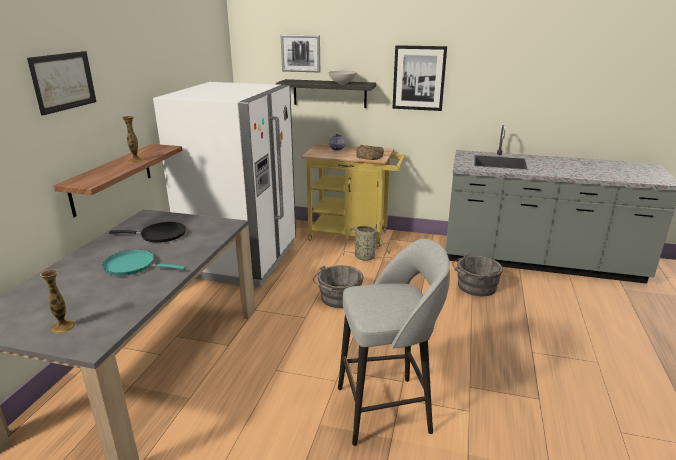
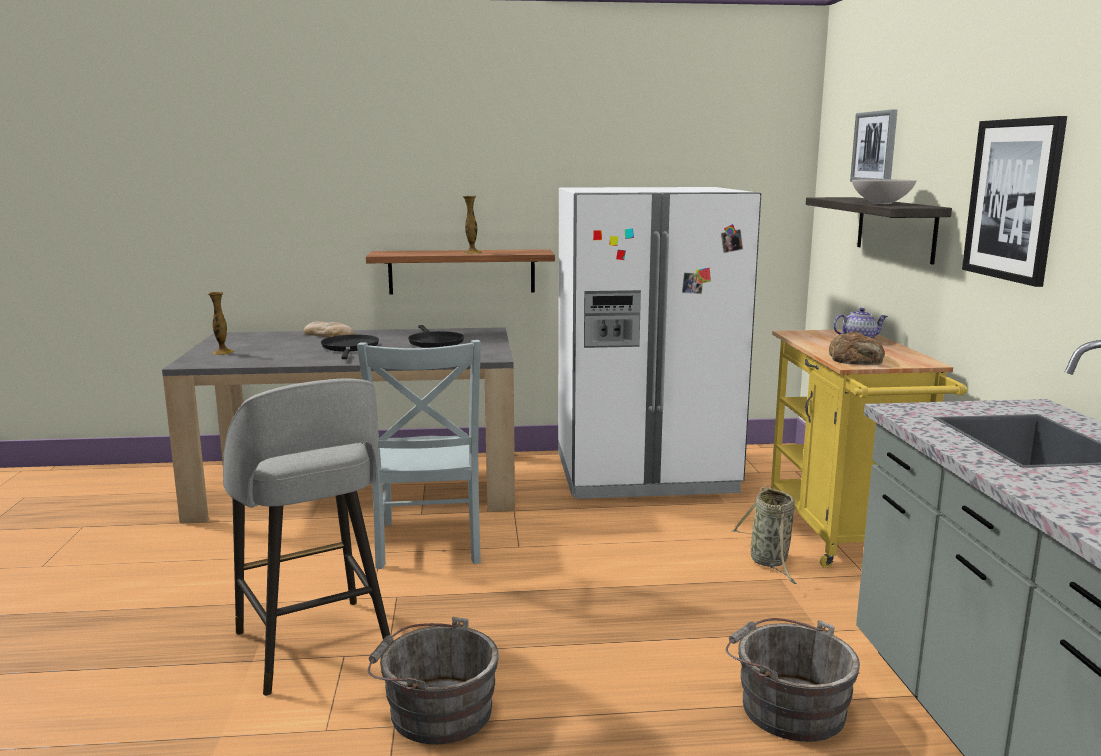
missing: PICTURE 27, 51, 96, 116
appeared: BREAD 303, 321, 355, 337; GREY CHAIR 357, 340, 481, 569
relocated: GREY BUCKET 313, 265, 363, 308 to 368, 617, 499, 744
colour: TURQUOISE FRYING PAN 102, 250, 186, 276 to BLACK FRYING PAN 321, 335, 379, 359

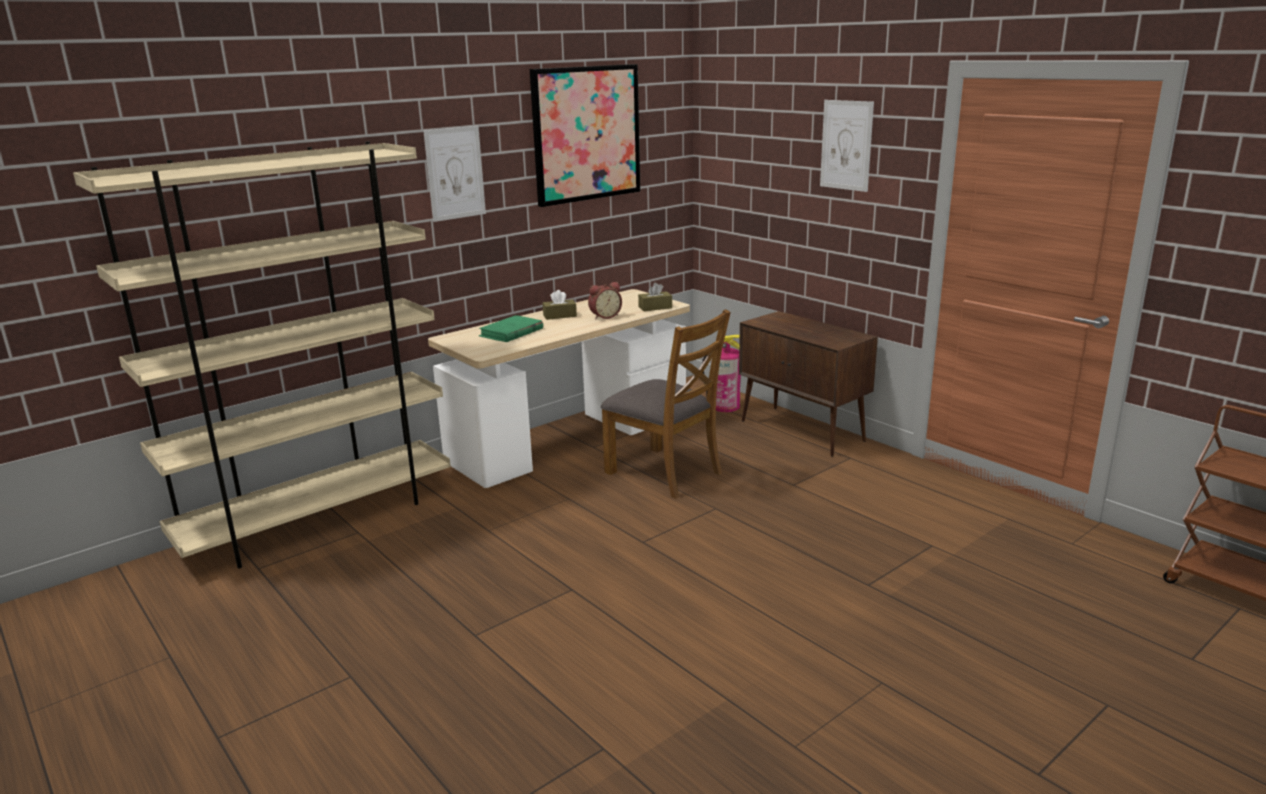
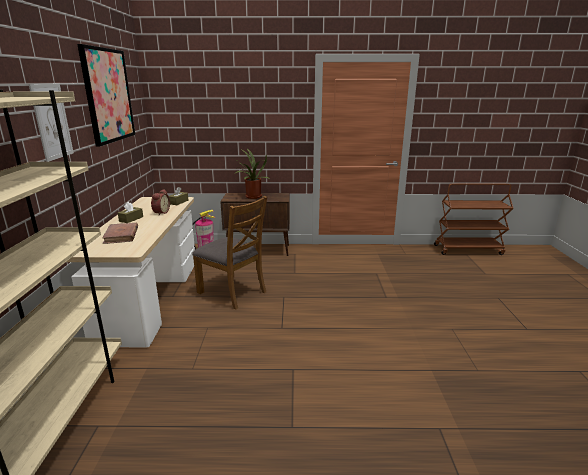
missing: PICTURE 820, 100, 874, 192
appeared: POTTED PLANT 234, 149, 270, 199
colour: GREEN BOOK 479, 315, 543, 342 to BROWN BOOK 102, 223, 138, 244
spun: BROWN CHAIR 601, 309, 731, 499 = 192, 196, 267, 310 45 degrees clockwise

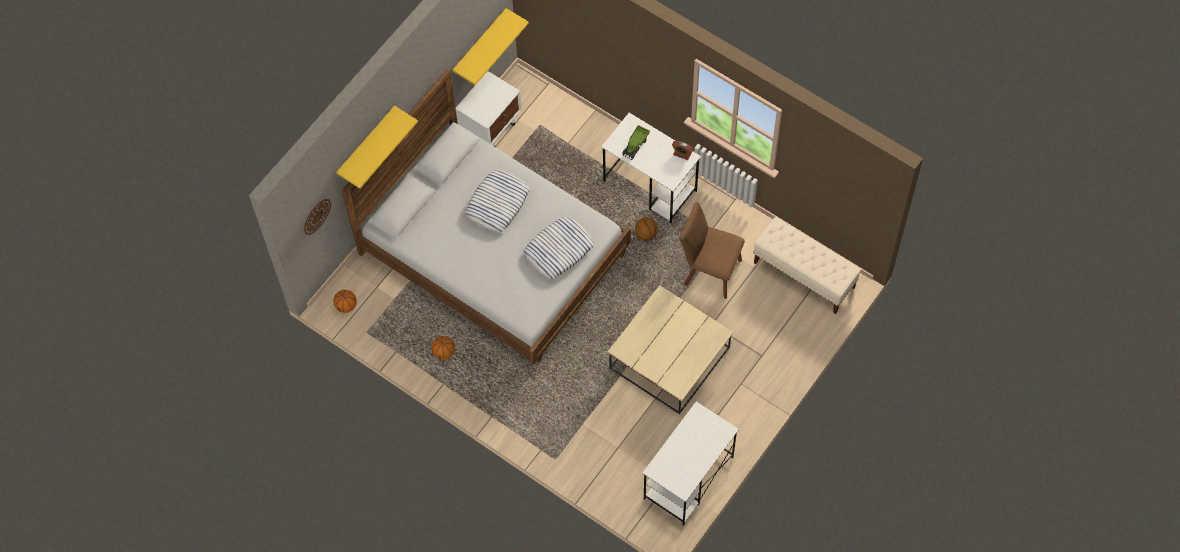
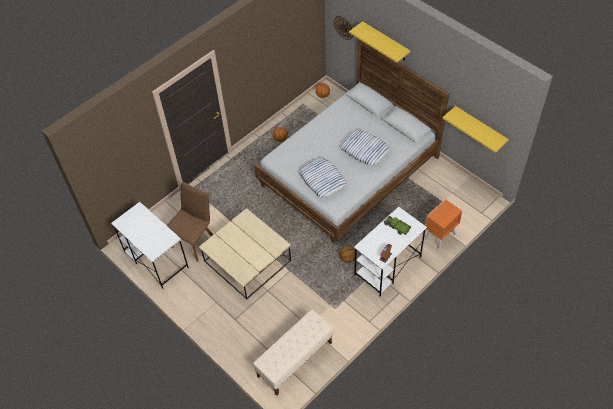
missing: WHITE NIGHTSTAND 456, 71, 522, 147
appeared: ORANGE NIGHTSTAND 425, 199, 462, 250
relocated: BROWN CHAIR 679, 202, 745, 299 to 167, 182, 213, 262

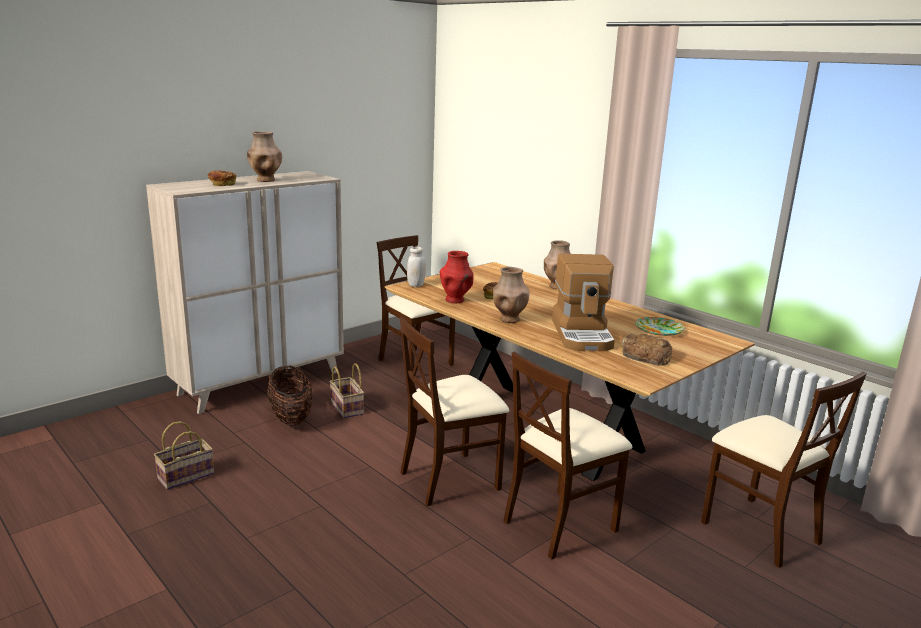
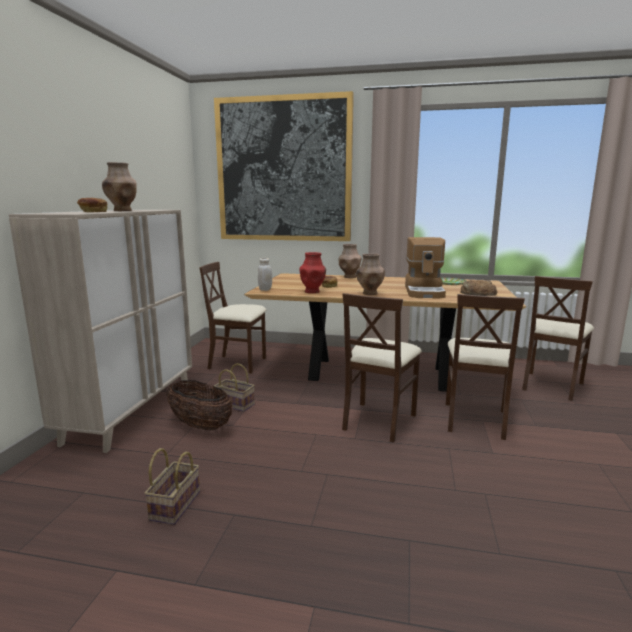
appeared: PICTURE 214, 91, 354, 241
spun: COFFEE MACHINE 552, 254, 615, 351 = 405, 237, 446, 299 45 degrees clockwise; BEIGE CHAIR 701, 372, 867, 568 = 522, 276, 594, 401 105 degrees clockwise

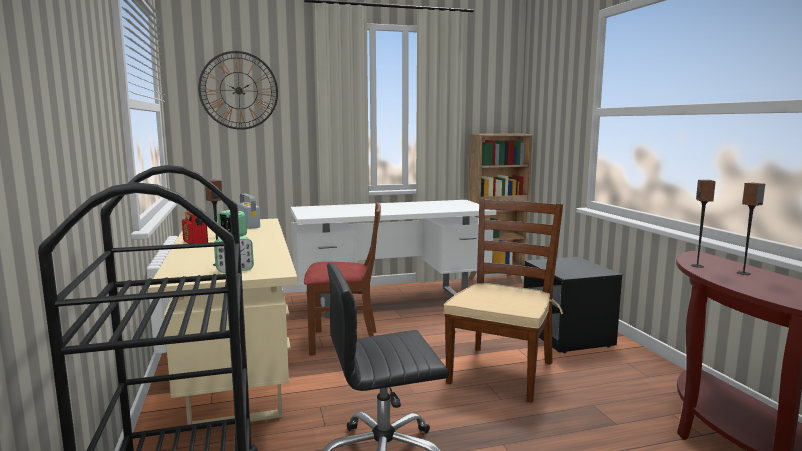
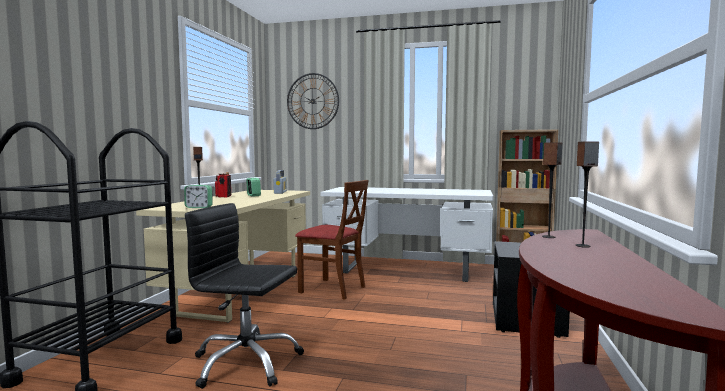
missing: BROWN CHAIR 444, 199, 563, 403

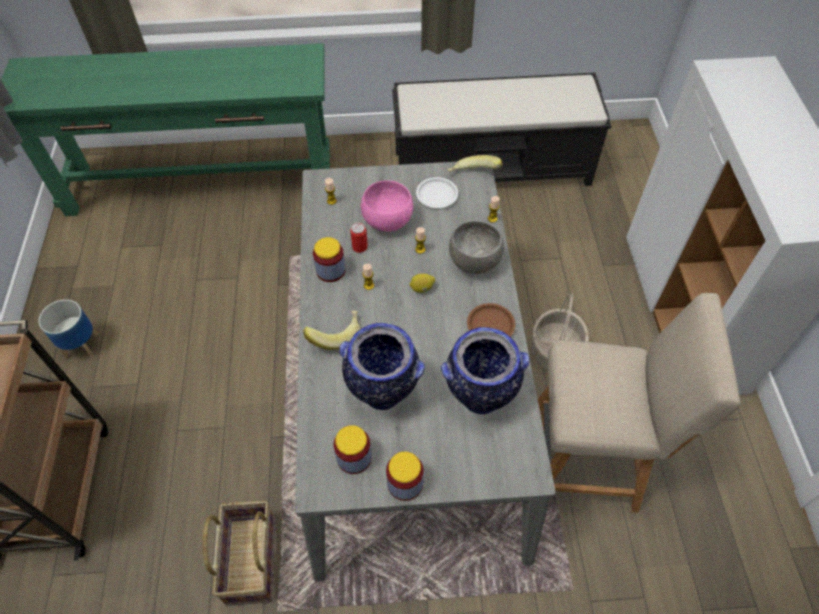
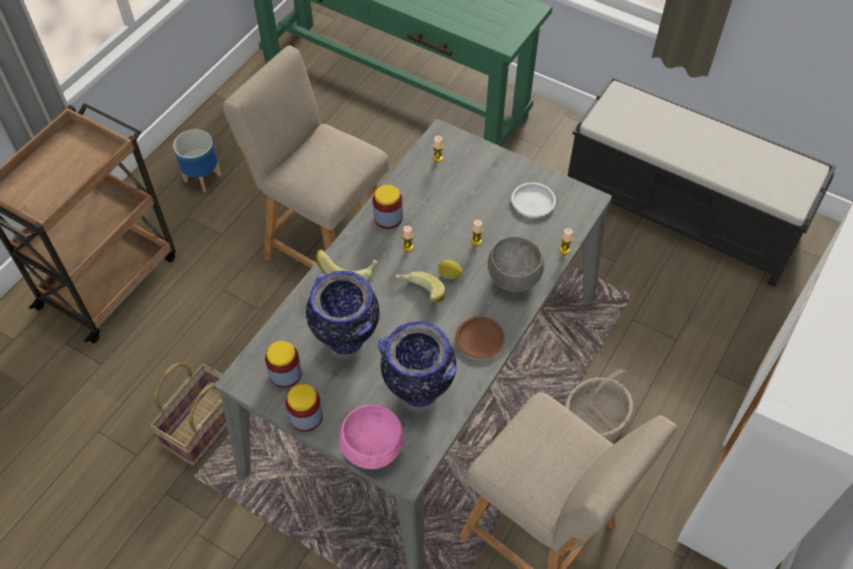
missing: CAN 350, 223, 368, 253
appeared: BEIGE CHAIR 222, 46, 389, 268
relocated: PINK BOWL 361, 180, 413, 232 to 339, 404, 404, 469; BANANA 447, 155, 503, 172 to 396, 271, 445, 303

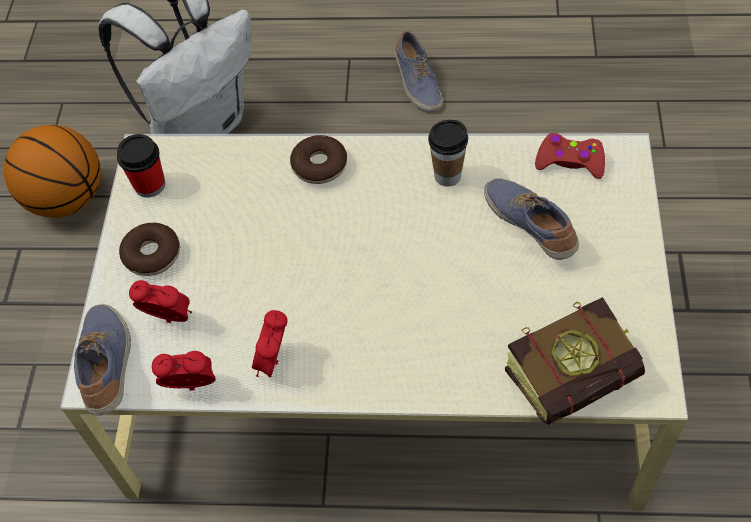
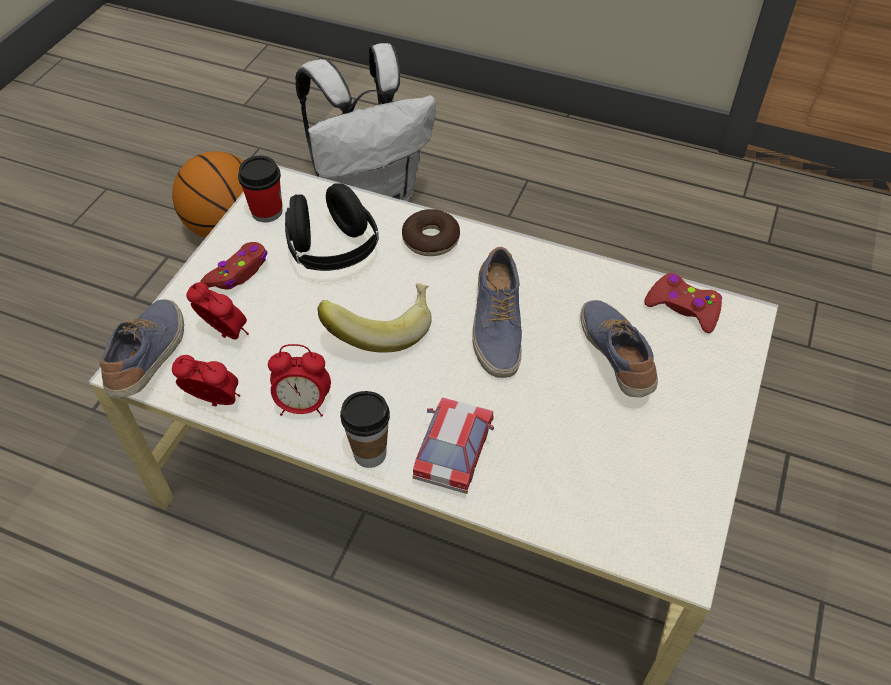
missing: BOOK 505, 297, 645, 425
appeared: BLACK HEADPHONES 285, 183, 379, 271; BANANA 317, 283, 432, 353; TOY CAR 413, 397, 494, 494
relocated: SHOE 394, 30, 443, 113 to 472, 247, 522, 378; CUP 428, 120, 468, 187 to 340, 391, 390, 468
exchanged: DONUT 119, 223, 180, 276 to RED GAME CONTROLLER 200, 242, 267, 290
spun: ALARM CLOCK 252, 310, 287, 377 = 268, 344, 331, 417 120 degrees counterclockwise

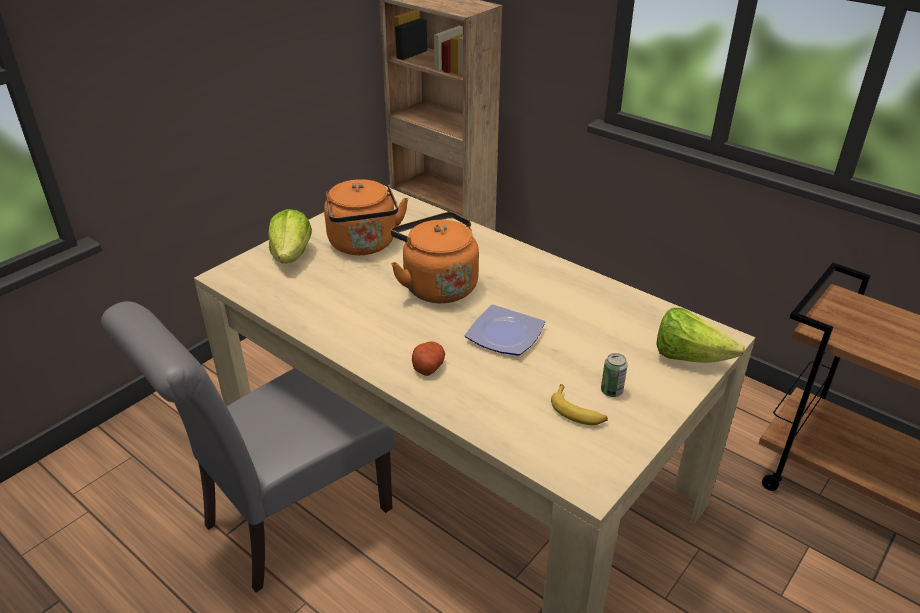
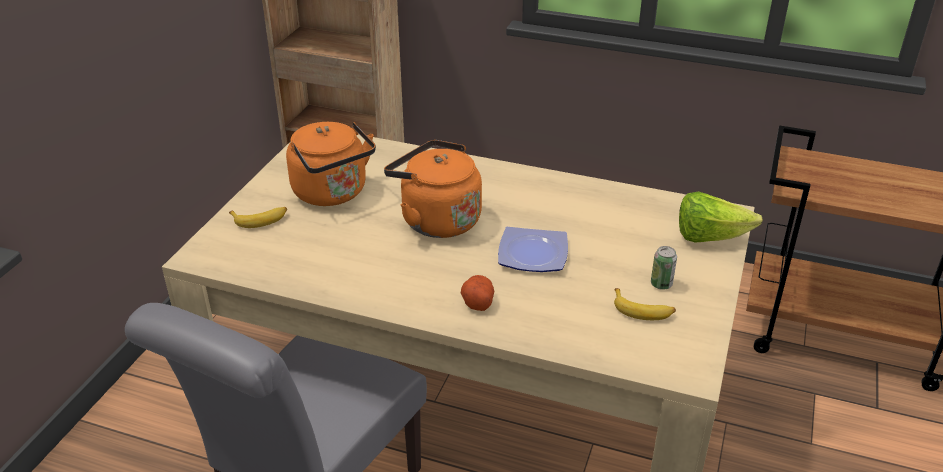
exchanged: LETTUCE 268, 209, 312, 263 to BANANA 229, 207, 287, 228

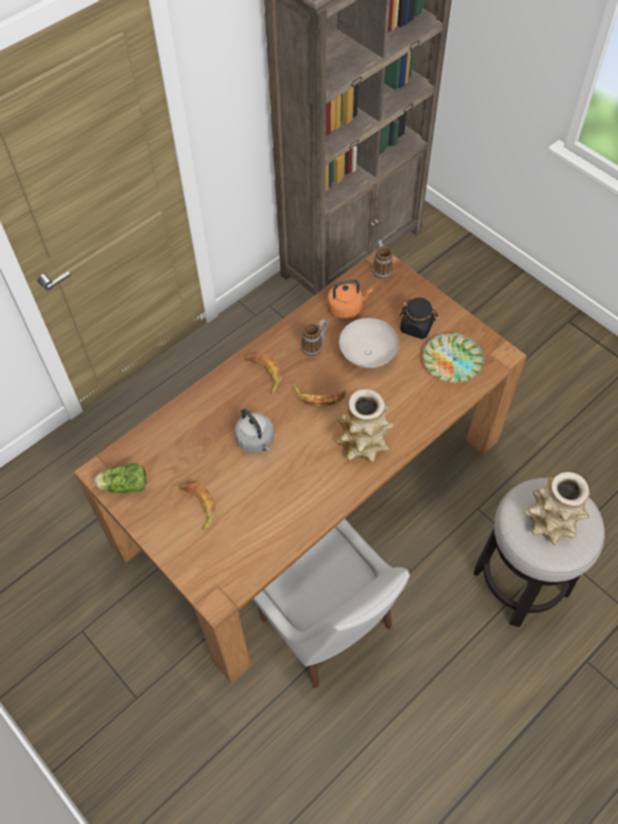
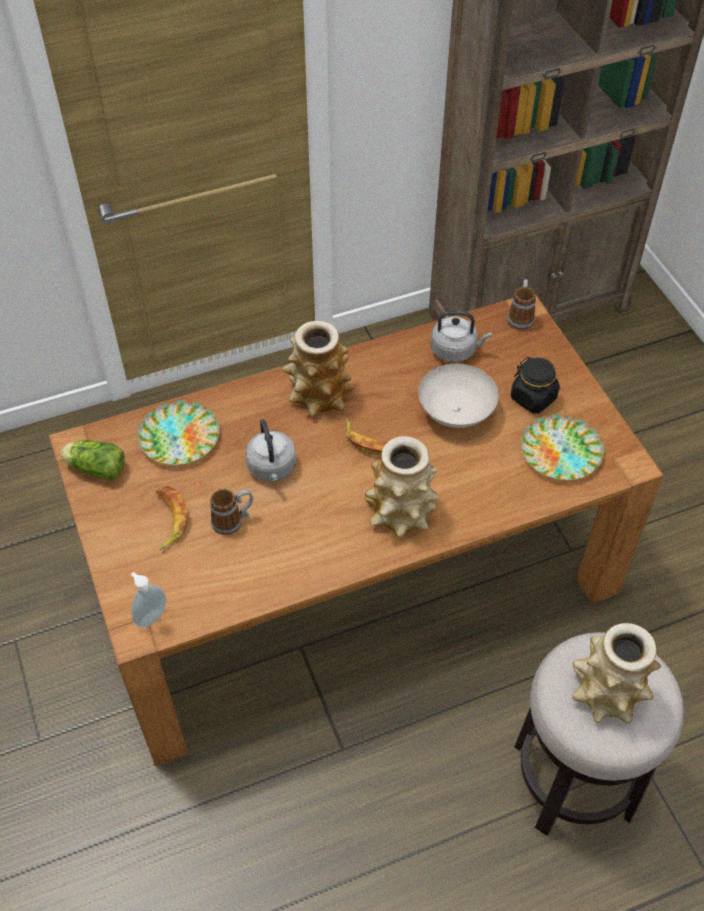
missing: WHITE CHAIR 252, 519, 410, 688
appeared: SOAP DISPENSER 131, 572, 166, 628; PLATE 138, 401, 219, 465
relocated: MUG 301, 320, 328, 356 to 210, 489, 253, 535
exchanged: BANANA 245, 352, 282, 394 to VASE 283, 321, 354, 416
colour: ORANGE KETTLE 327, 279, 373, 319 to GREY KETTLE 431, 311, 492, 362

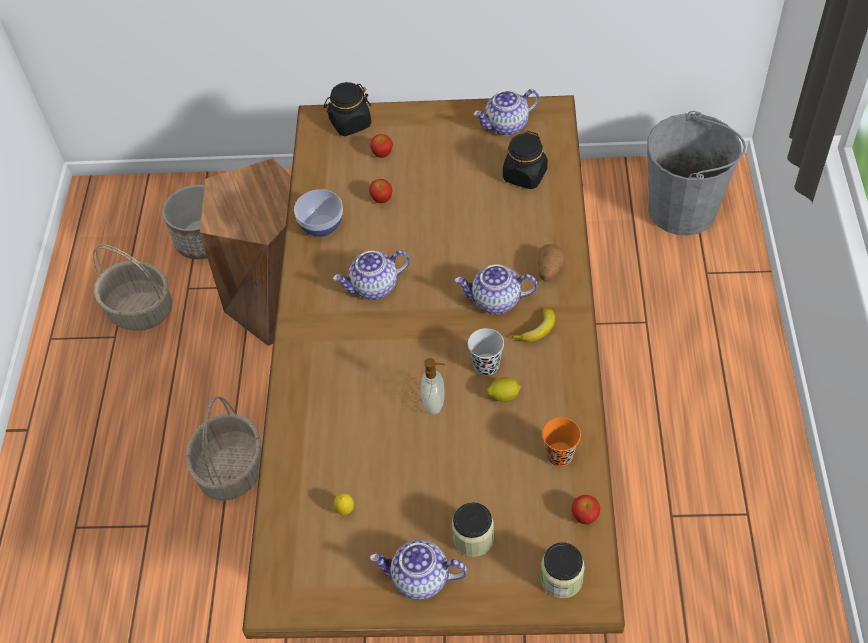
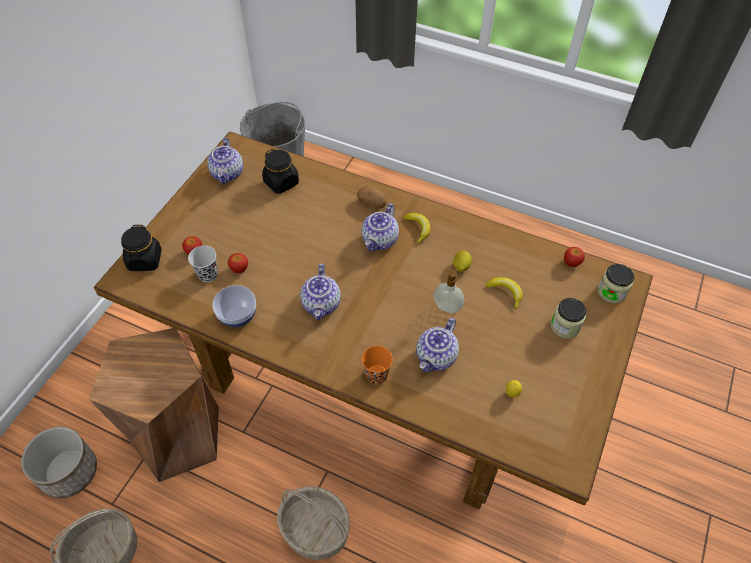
appeared: BANANA 485, 277, 523, 310
relocated: TEAPOT 370, 540, 467, 600 to 416, 318, 459, 372; BLACK CUP 468, 328, 504, 376 to 188, 246, 218, 282; ORANGE CUP 542, 417, 581, 466 to 362, 346, 393, 384

